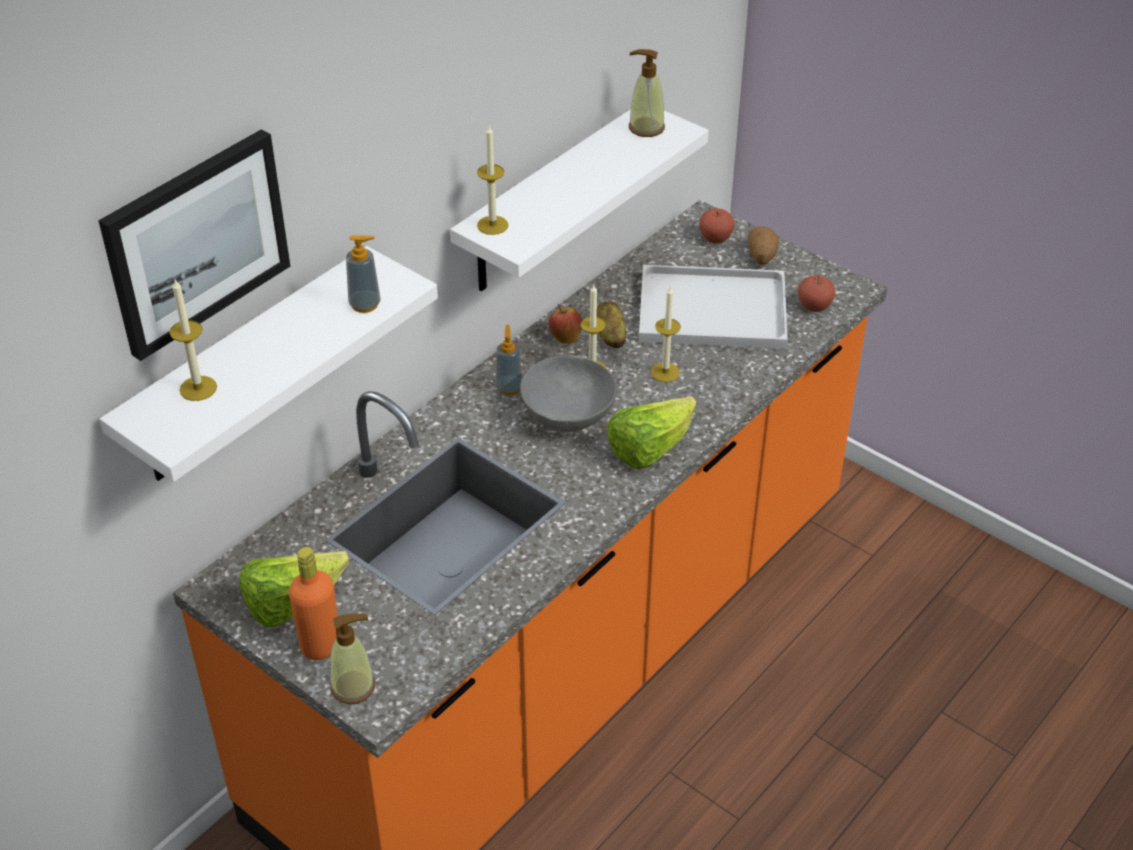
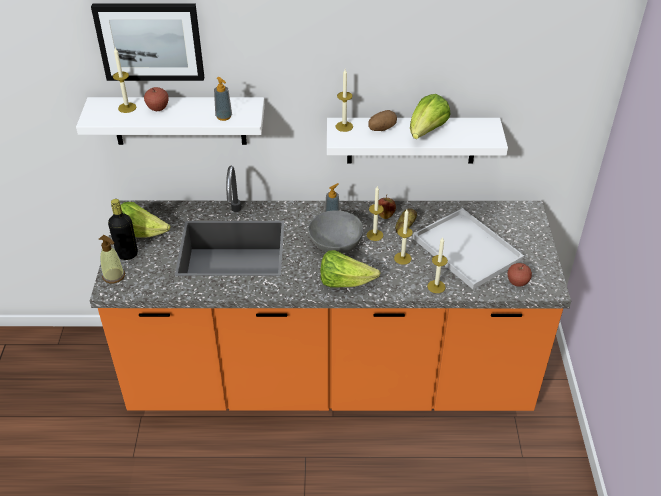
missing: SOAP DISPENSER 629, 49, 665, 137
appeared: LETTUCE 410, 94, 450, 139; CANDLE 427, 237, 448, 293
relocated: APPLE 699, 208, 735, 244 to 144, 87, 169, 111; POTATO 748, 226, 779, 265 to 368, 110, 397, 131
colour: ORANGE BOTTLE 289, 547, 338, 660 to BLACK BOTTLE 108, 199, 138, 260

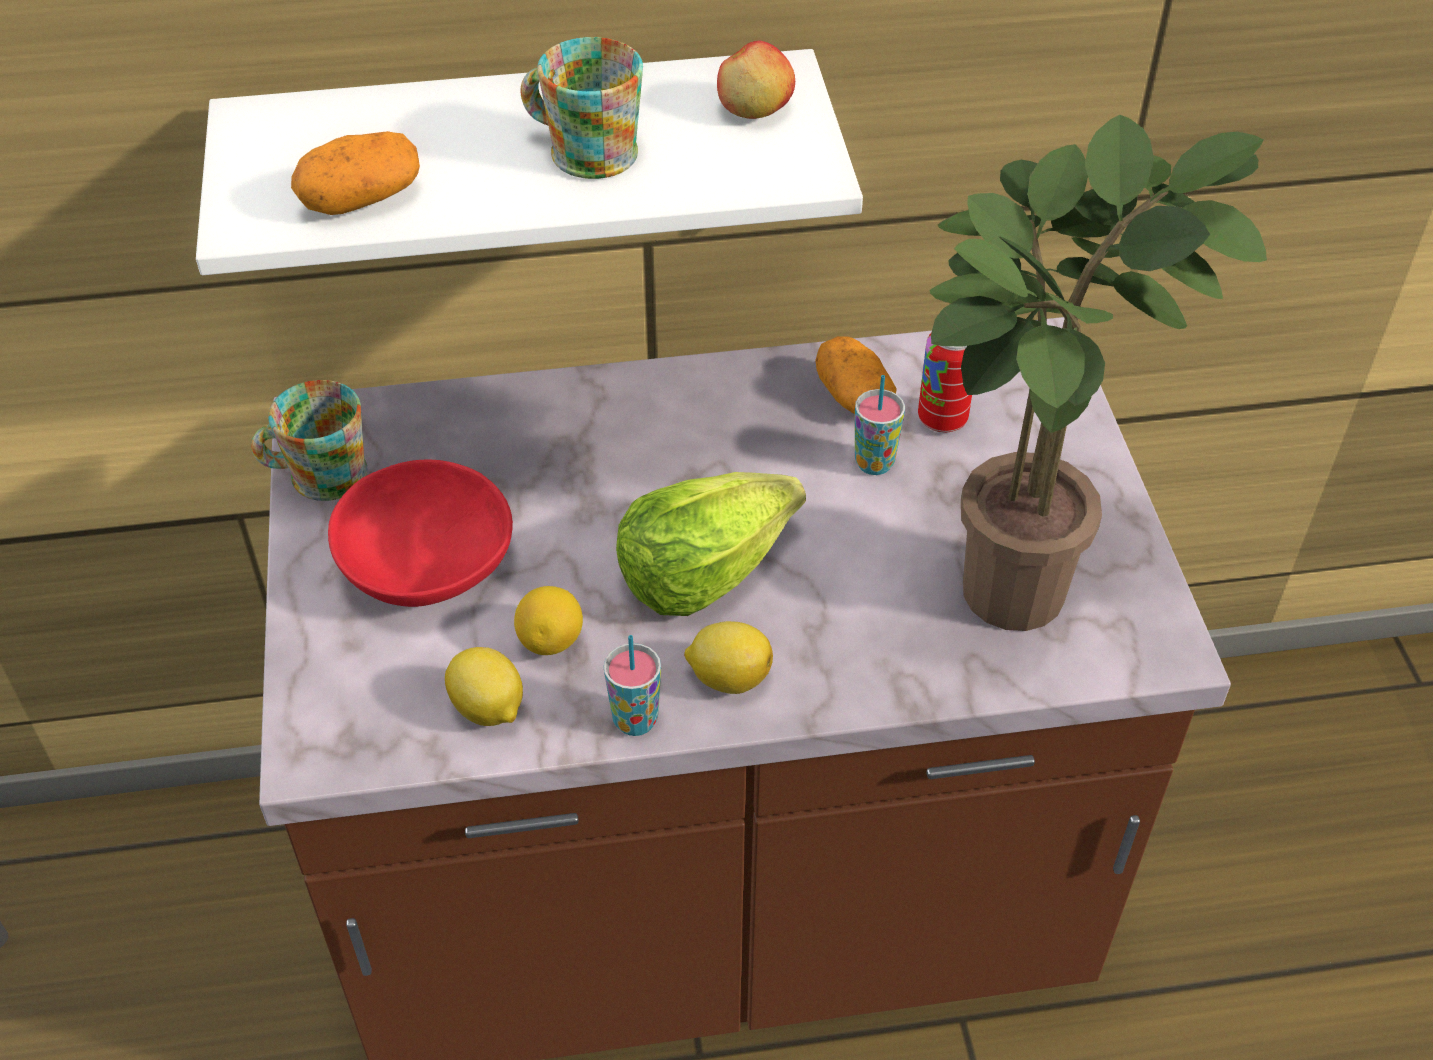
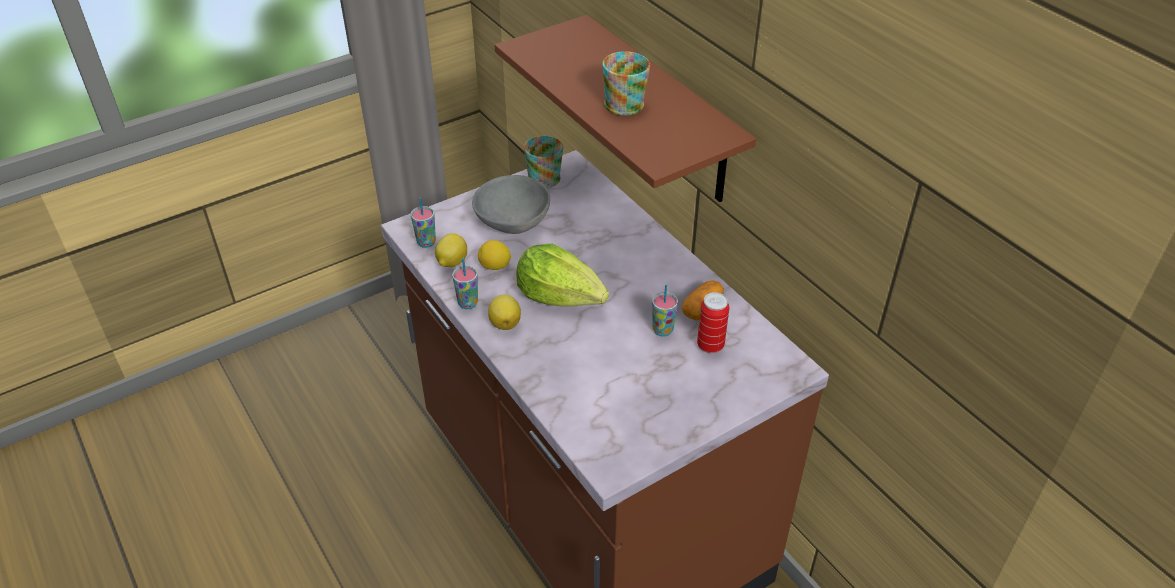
missing: POTATO 291, 131, 420, 215; APPLE 717, 41, 795, 119; POTTED PLANT 930, 115, 1267, 631
appeared: CUP 411, 198, 436, 248
colour: WHITE SHELF 196, 49, 863, 275 to BROWN SHELF 494, 15, 756, 202; RED BOWL 328, 460, 513, 607 to GREY BOWL 472, 175, 550, 234

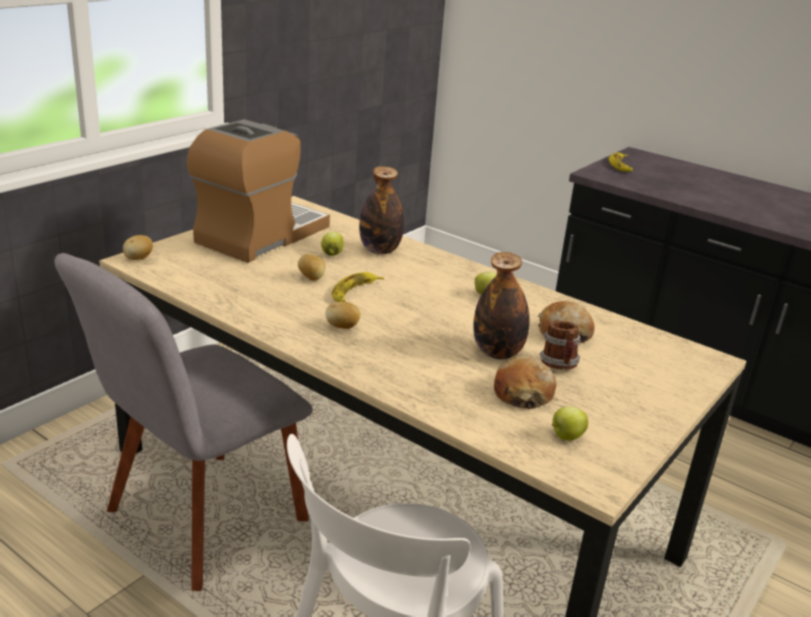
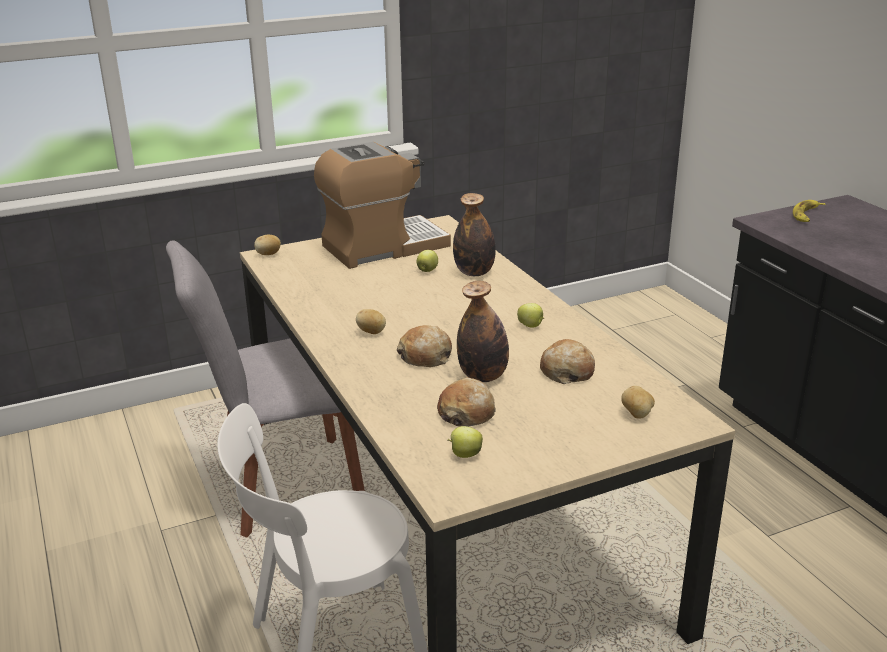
missing: BANANA 332, 272, 384, 302; MUG 540, 321, 580, 369
appeared: BREAD 397, 325, 452, 367
relocated: POTATO 298, 253, 326, 281 to 621, 386, 655, 419

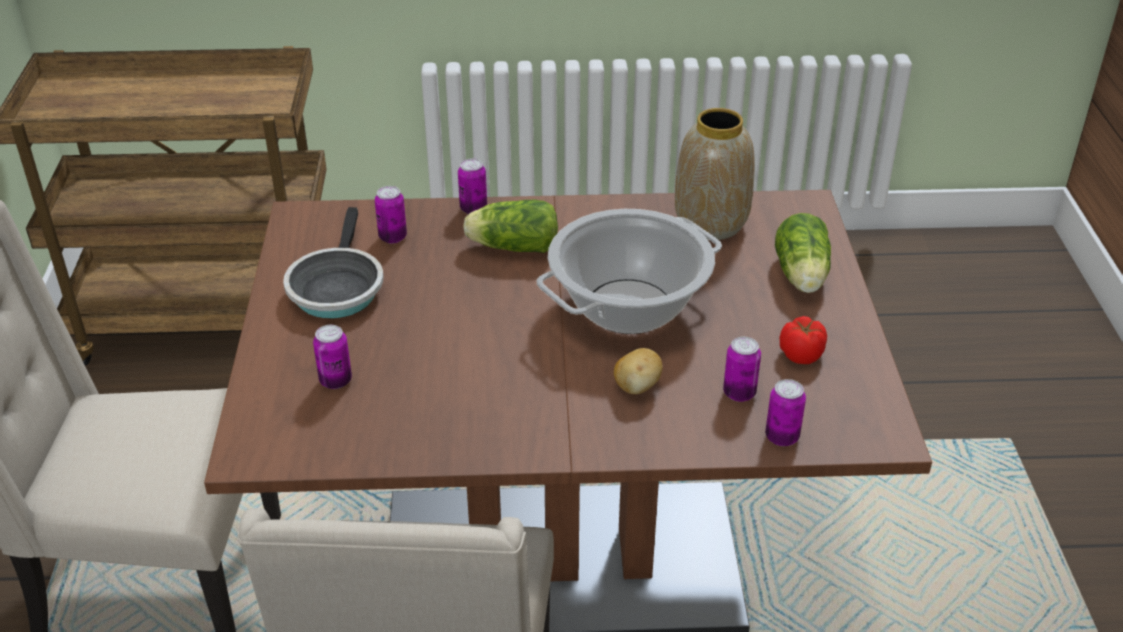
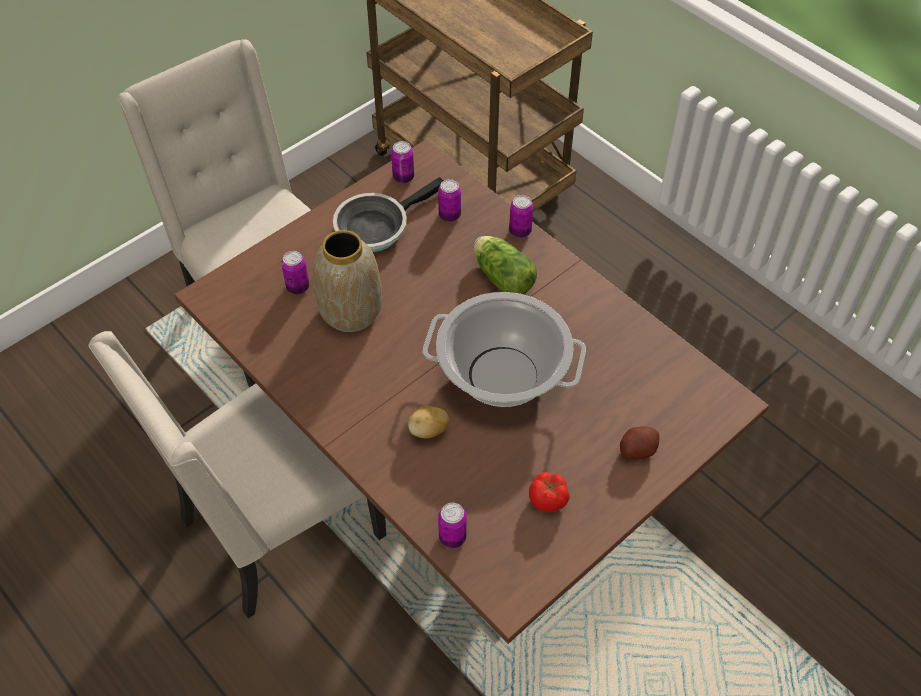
relocated: VASE 675, 108, 755, 240 to 313, 230, 382, 332; CAN 723, 337, 761, 402 to 391, 141, 414, 183
exchanged: LETTUCE 775, 213, 831, 293 to POTATO 620, 426, 660, 460

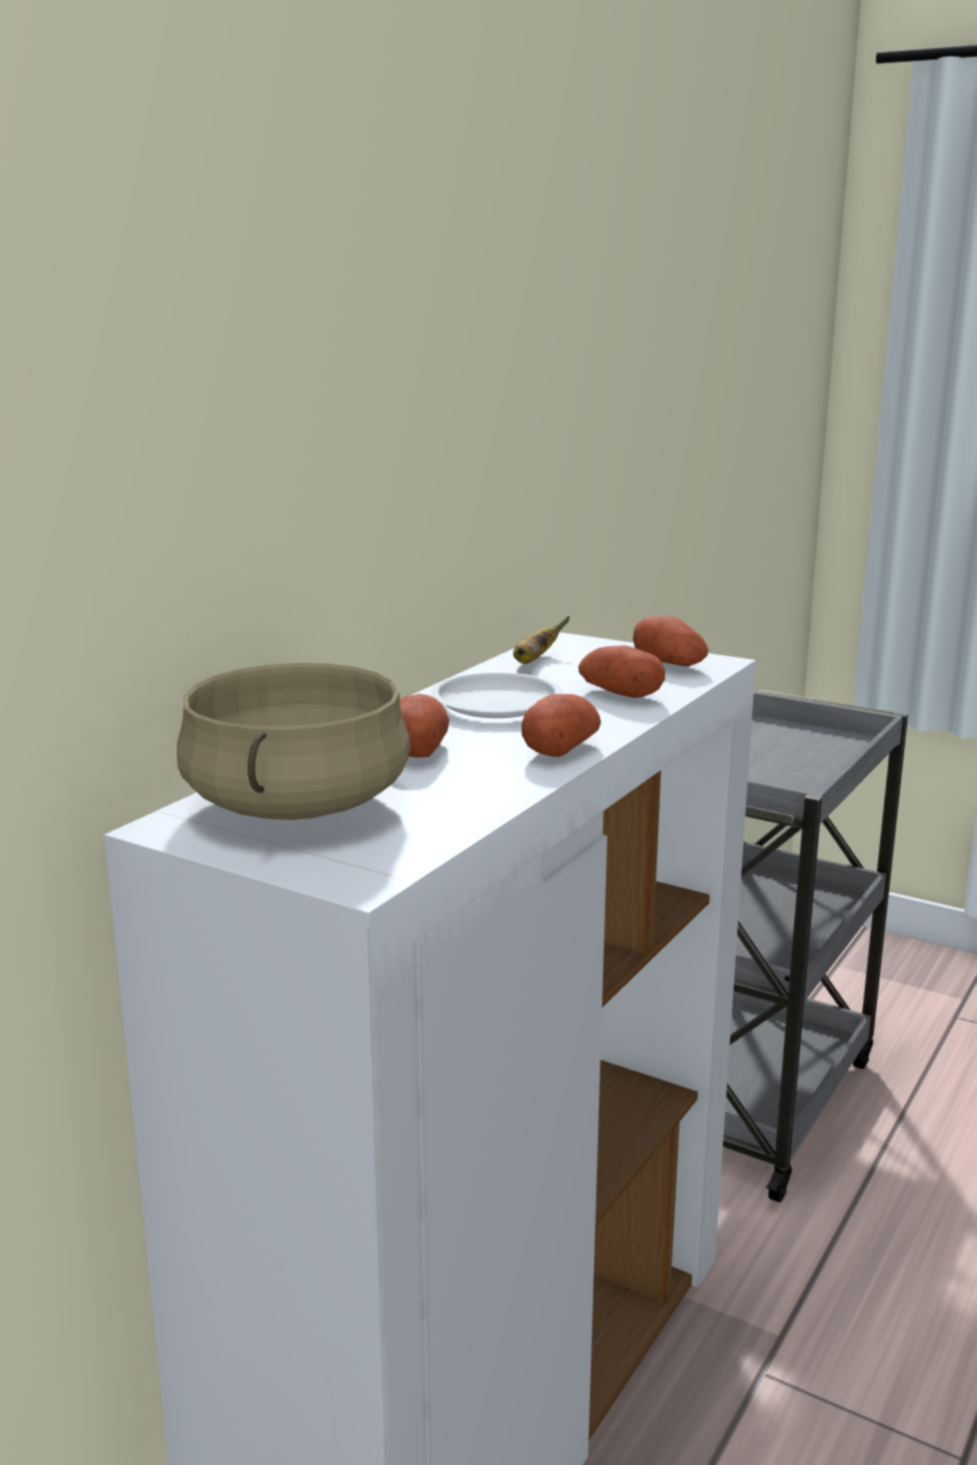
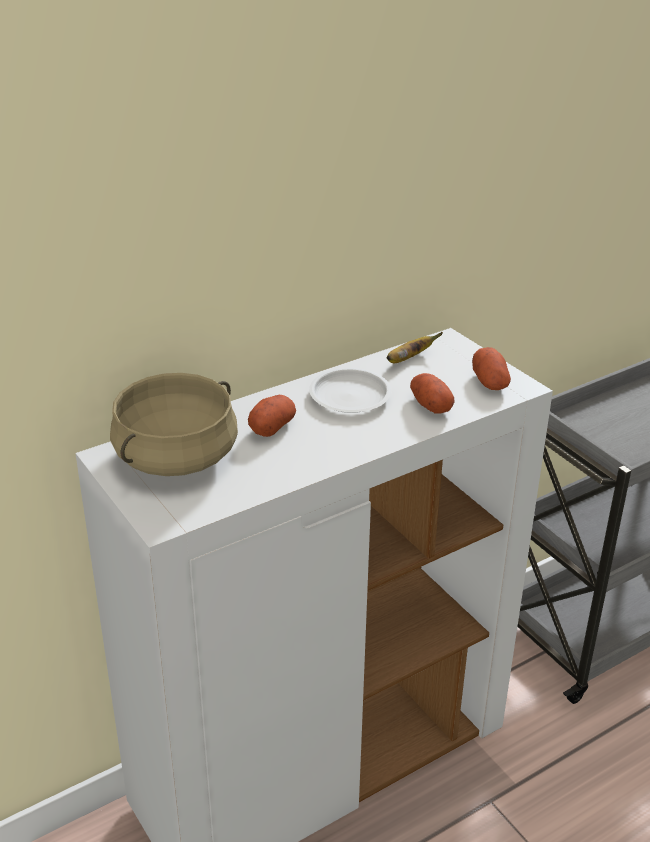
missing: POTATO 521, 694, 601, 757

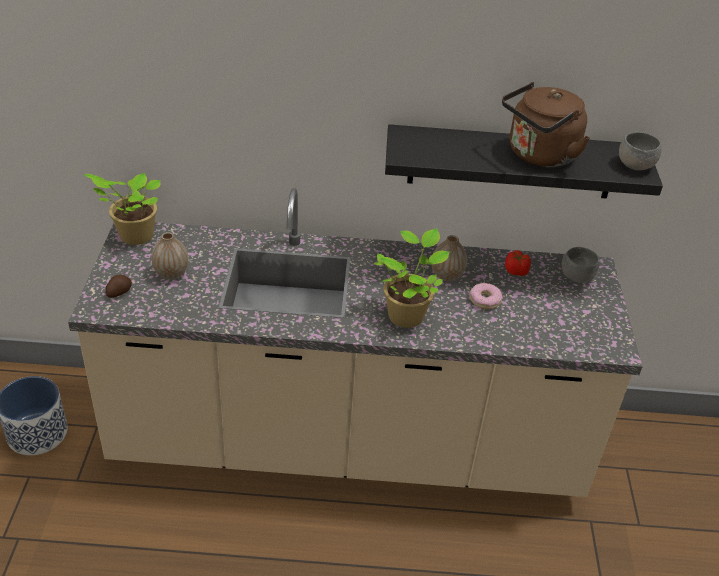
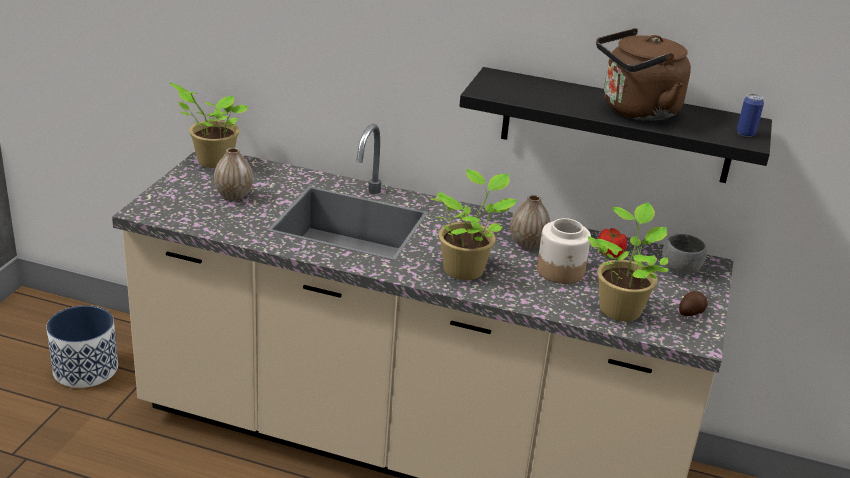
appeared: POTTED PLANT 588, 202, 669, 321
relocated: POTATO 106, 275, 132, 298 to 679, 291, 708, 316
exchanged: DONUT 469, 283, 503, 309 to JAR 537, 218, 591, 284; GREY BOWL 619, 132, 662, 170 to CAN 737, 93, 764, 137

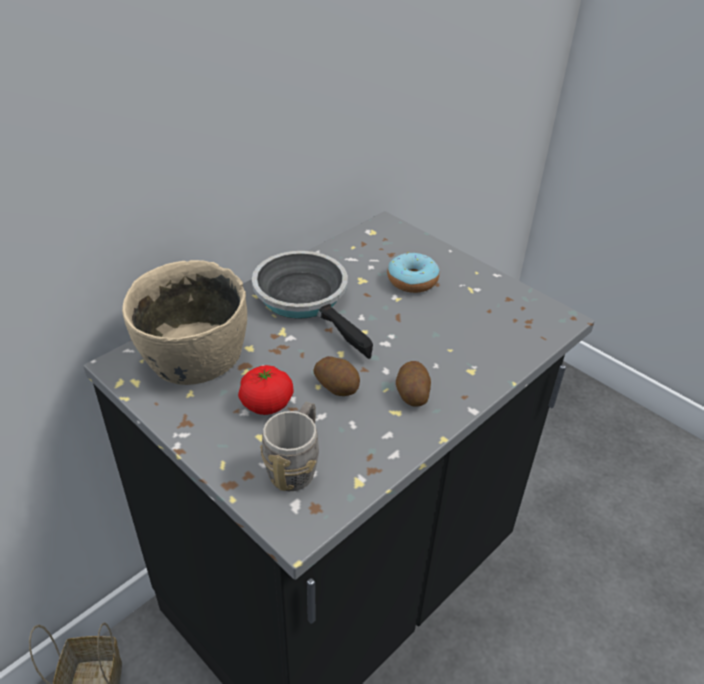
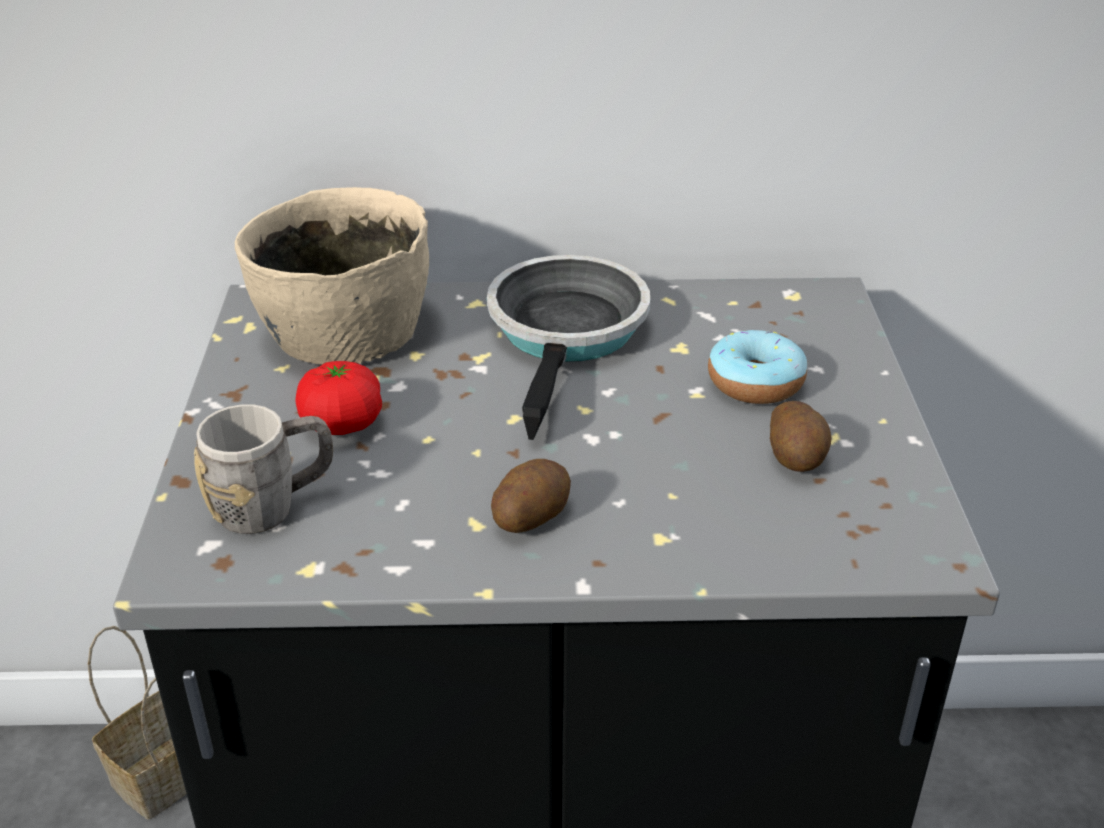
relocated: POTATO 313, 356, 360, 396 to 770, 401, 831, 472

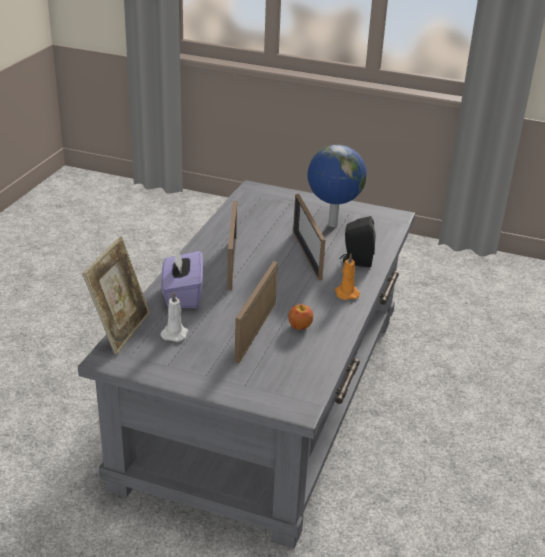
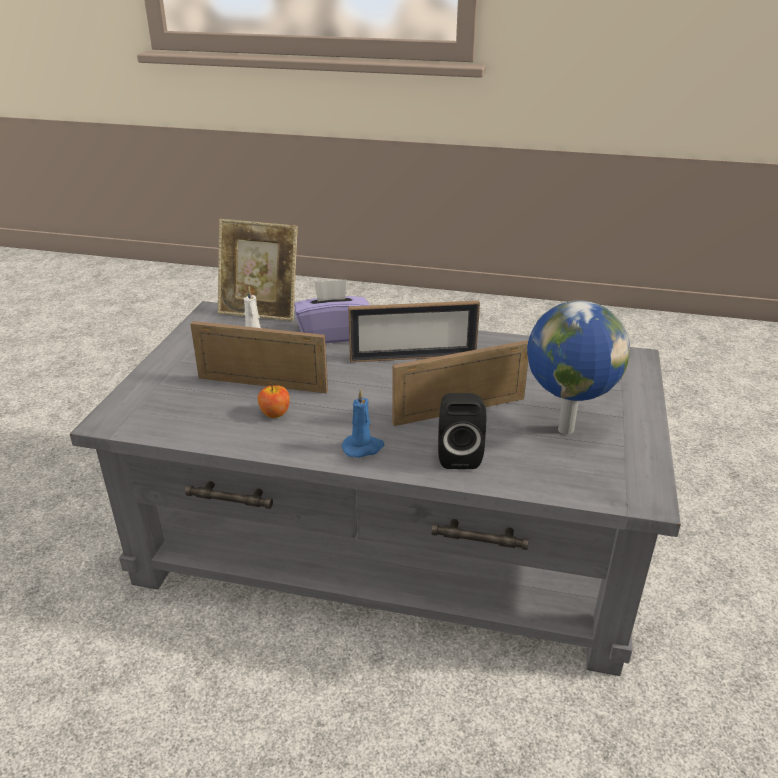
colour: ORANGE CANDLE 335, 254, 360, 300 to BLUE CANDLE 342, 388, 384, 458

